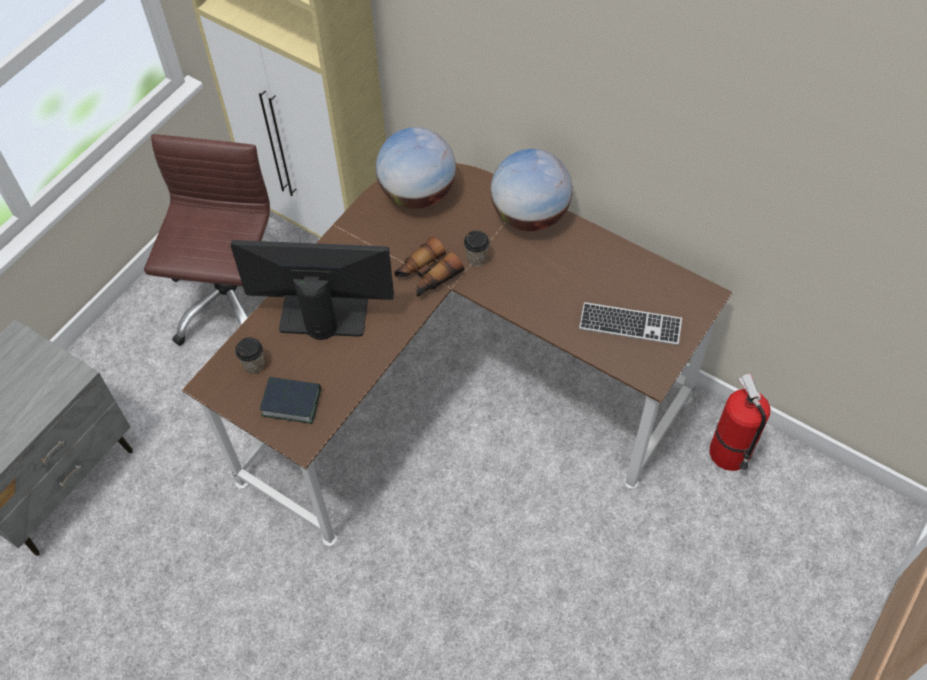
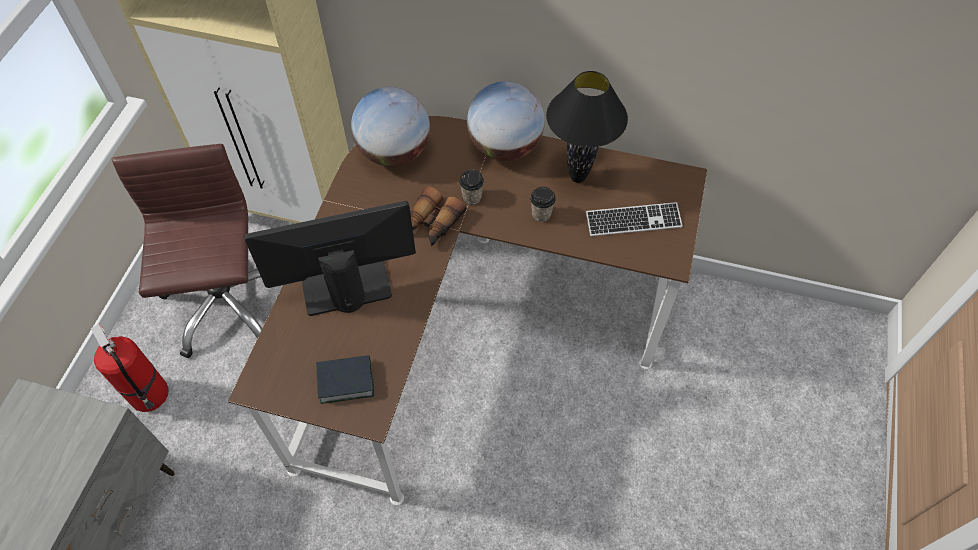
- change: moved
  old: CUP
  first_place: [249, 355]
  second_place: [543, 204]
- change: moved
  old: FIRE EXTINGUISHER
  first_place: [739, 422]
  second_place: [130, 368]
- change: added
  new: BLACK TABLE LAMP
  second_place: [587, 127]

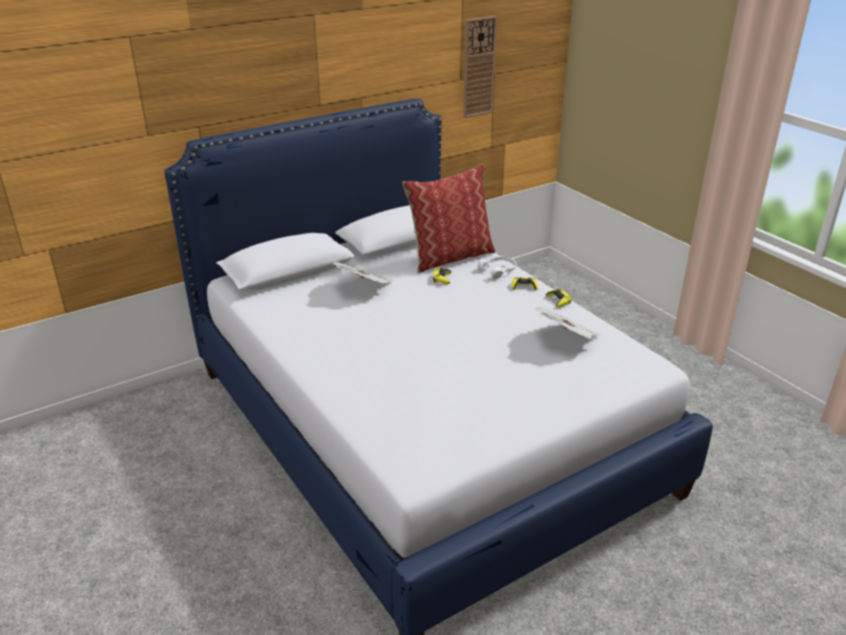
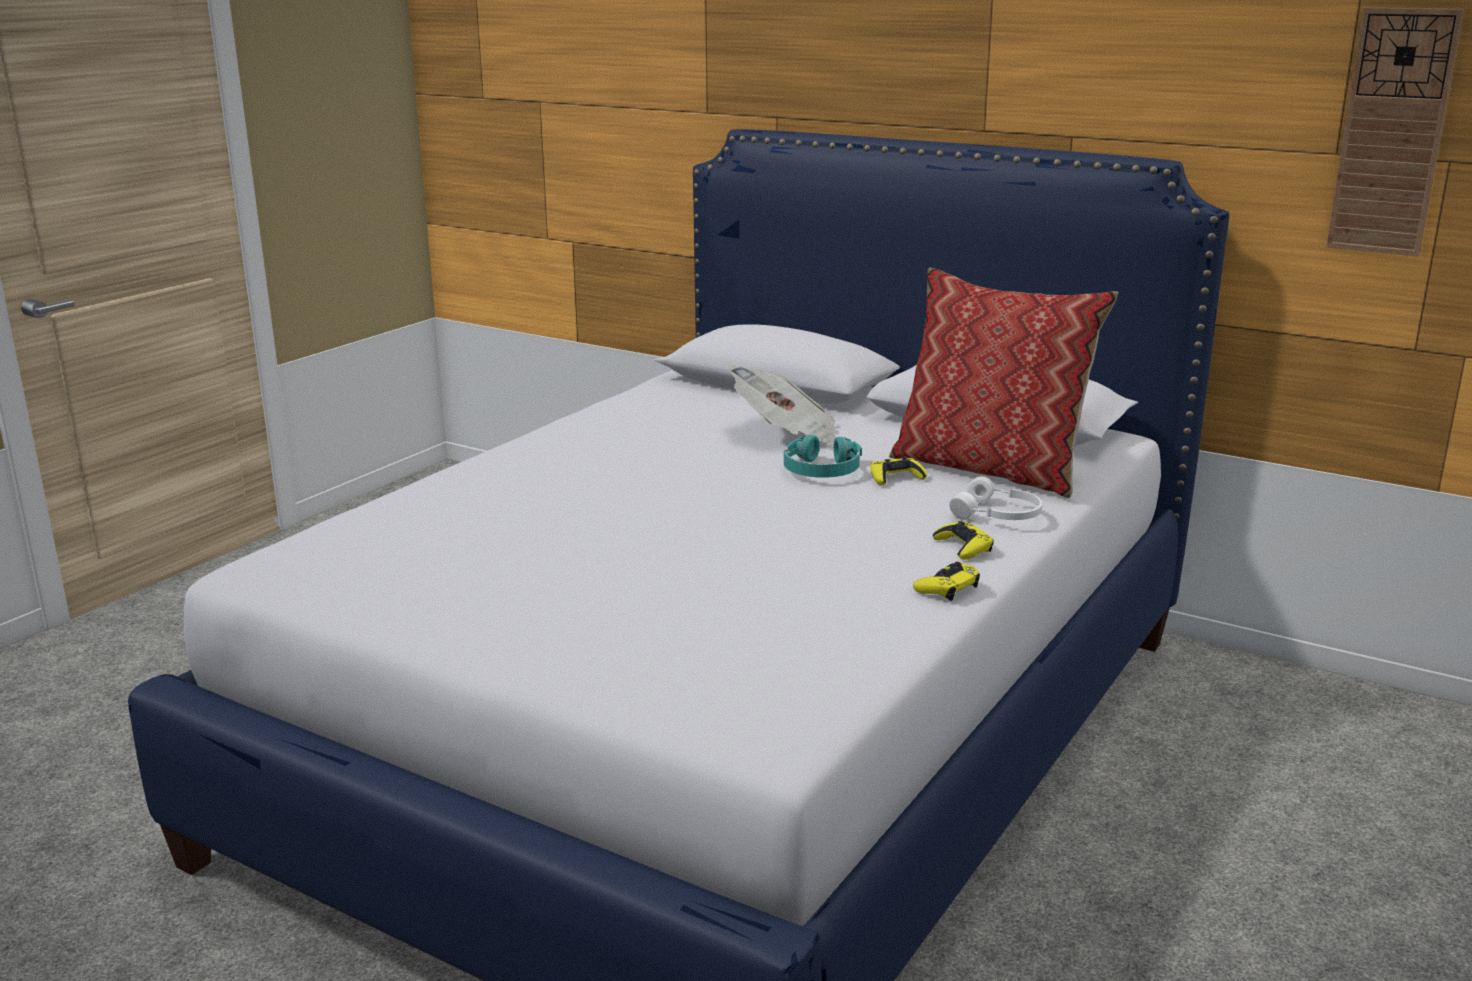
- change: removed
  old: NEWSPAPER
  first_place: [567, 323]
- change: added
  new: TURQUOISE HEADPHONES
  second_place: [823, 456]

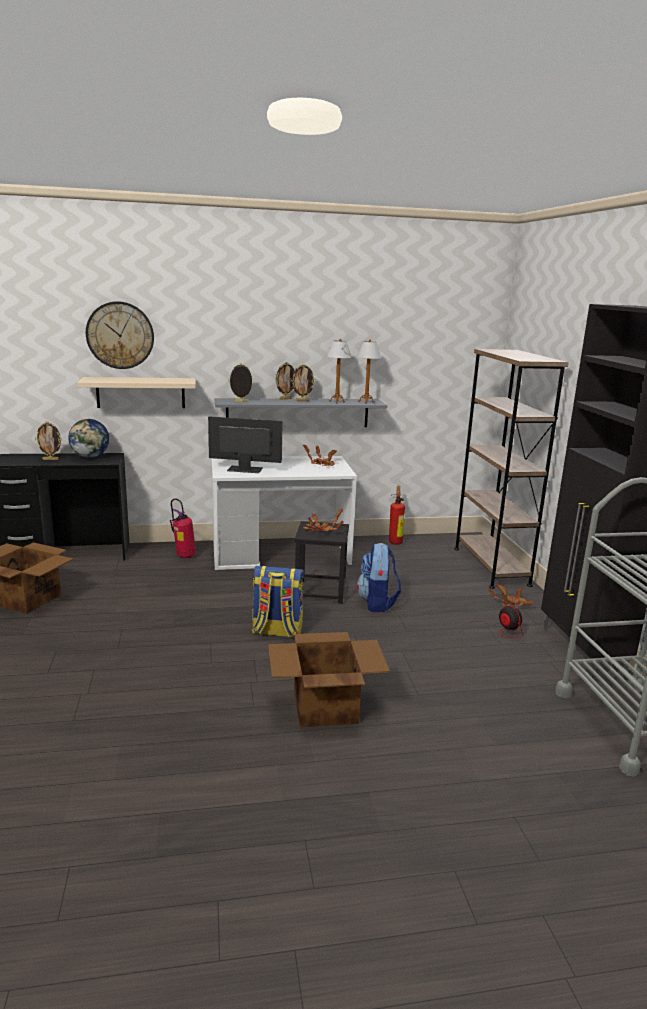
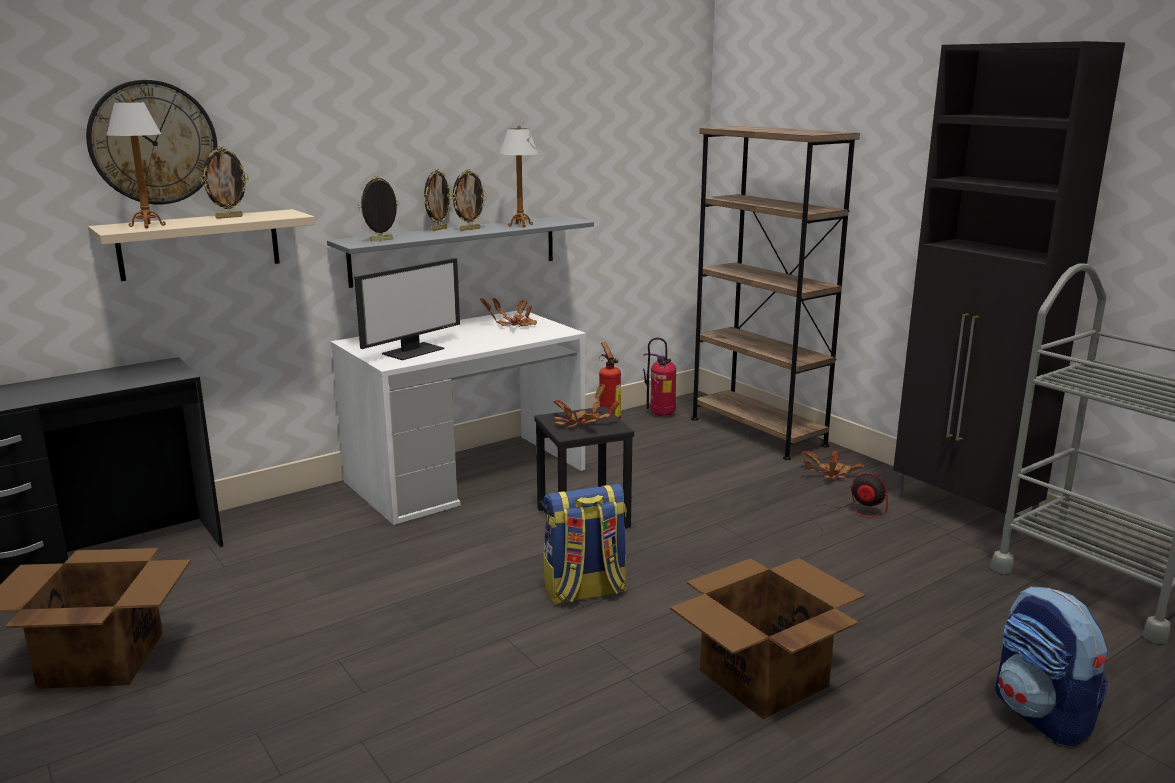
- change: moved
  old: TABLE LAMP
  first_place: [369, 372]
  second_place: [135, 163]
- change: turned
  old: MONITOR
  first_place: [245, 444]
  second_place: [407, 309]
  degrees: 150
- change: removed
  old: GLOBE
  first_place: [88, 438]
- change: moved
  old: PICTURE FRAME
  first_place: [48, 440]
  second_place: [224, 182]
- change: moved
  old: FIRE EXTINGUISHER
  first_place: [183, 528]
  second_place: [659, 376]
- change: moved
  old: BACKPACK
  first_place: [379, 577]
  second_place: [1051, 666]

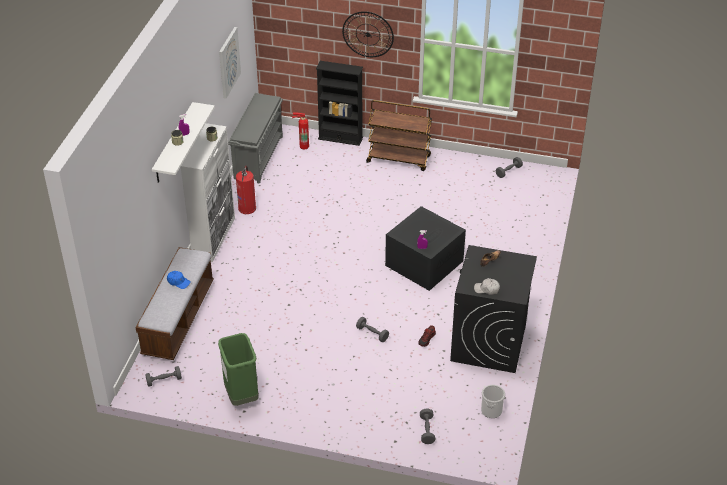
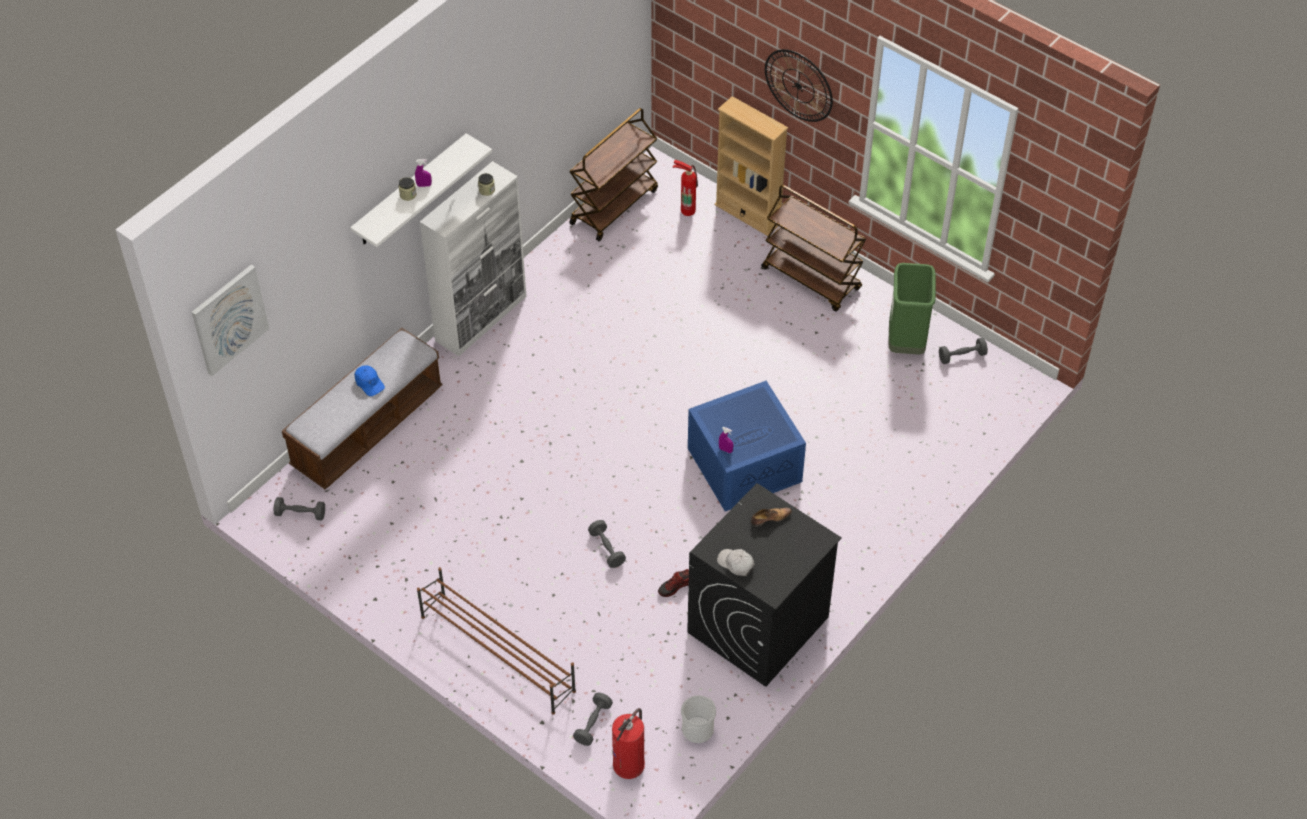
- change: moved
  old: PICTURE
  first_place: [230, 63]
  second_place: [230, 320]
- change: recoloured
  old: BLACK BOOKCASE
  new: BEIGE BOOKCASE
  first_place: [339, 103]
  second_place: [751, 166]
- change: replaced
  old: GREY SHOE RACK
  new: BROWN CART
  first_place: [255, 138]
  second_place: [613, 174]
- change: moved
  old: FIRE EXTINGUISHER
  first_place: [246, 190]
  second_place: [628, 743]
- change: recoloured
  old: BLACK STORAGE BOX
  new: BLUE STORAGE BOX
  first_place: [425, 248]
  second_place: [747, 446]
- change: moved
  old: GREEN TRASH CAN
  first_place: [238, 369]
  second_place: [912, 309]
- change: added
  new: BROWN SHOE RACK
  second_place: [496, 641]

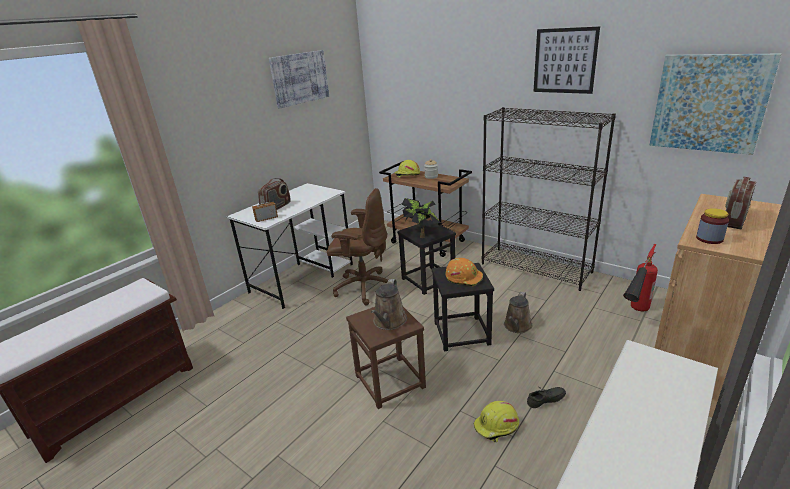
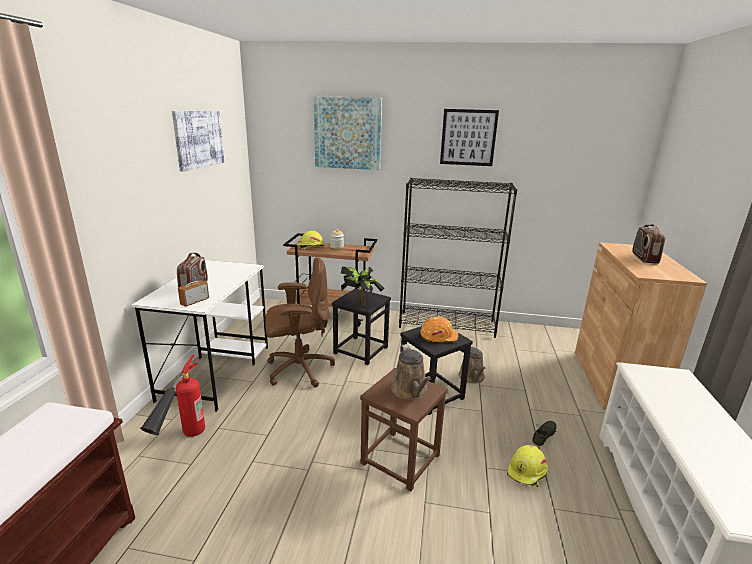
- change: moved
  old: PICTURE
  first_place: [715, 104]
  second_place: [347, 133]
- change: removed
  old: JAR
  first_place: [712, 226]
- change: moved
  old: FIRE EXTINGUISHER
  first_place: [640, 277]
  second_place: [172, 396]

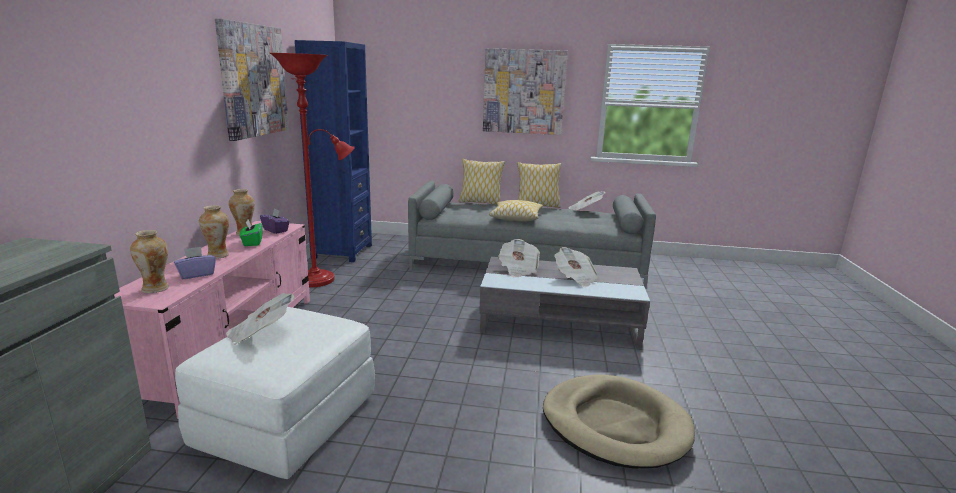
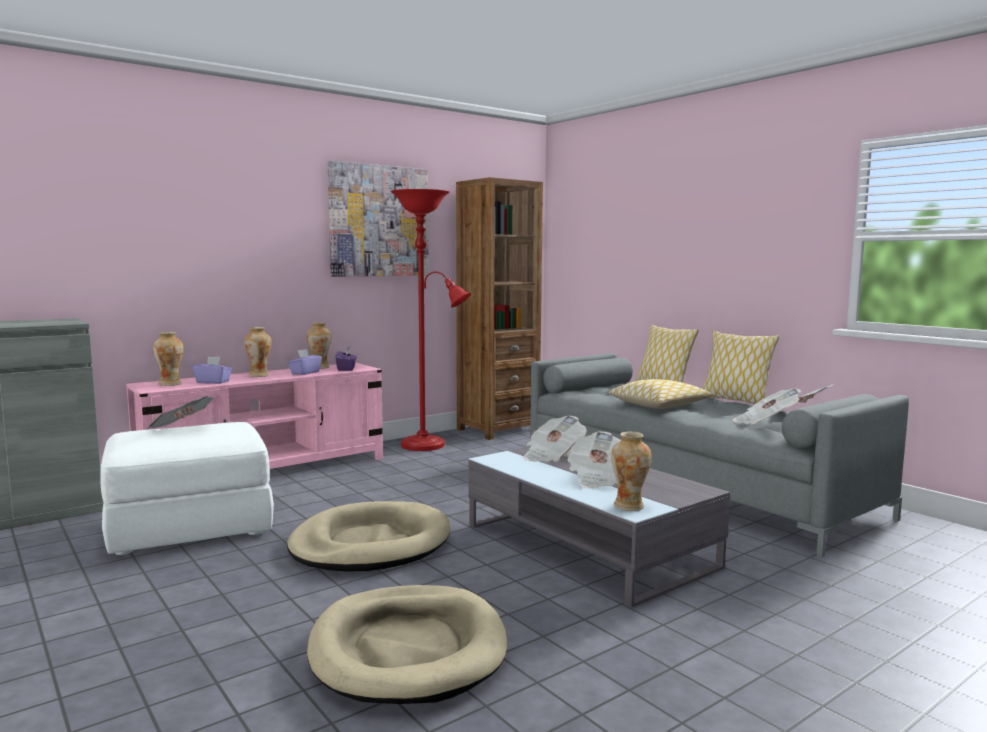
- change: recoloured
  old: BLUE BOOKCASE
  new: BROWN BOOKCASE
  first_place: [333, 151]
  second_place: [499, 308]
- change: removed
  old: PICTURE
  first_place: [525, 91]
- change: recoloured
  old: GREEN TISSUE BOX
  new: PURPLE TISSUE BOX
  first_place: [251, 232]
  second_place: [305, 362]
- change: added
  new: NEWSPAPER
  second_place: [766, 407]
- change: added
  new: VASE
  second_place: [631, 471]
- change: added
  new: BEIGE DOG BED
  second_place: [369, 536]

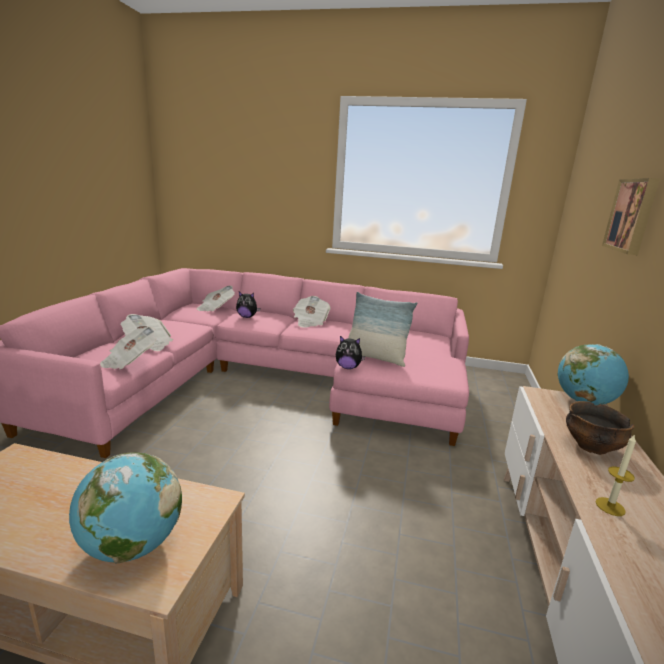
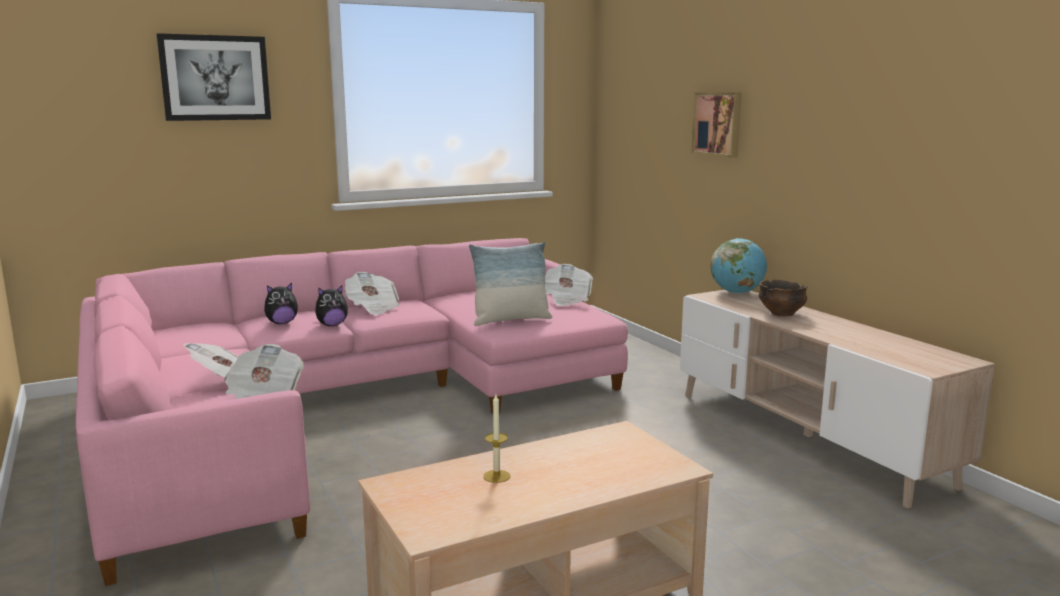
- change: moved
  old: NEWSPAPER
  first_place: [216, 298]
  second_place: [569, 285]
- change: moved
  old: PLUSH TOY
  first_place: [350, 352]
  second_place: [331, 306]
- change: moved
  old: CANDLE
  first_place: [616, 475]
  second_place: [496, 439]
- change: removed
  old: GLOBE
  first_place: [125, 508]
- change: added
  new: PICTURE
  second_place: [214, 77]

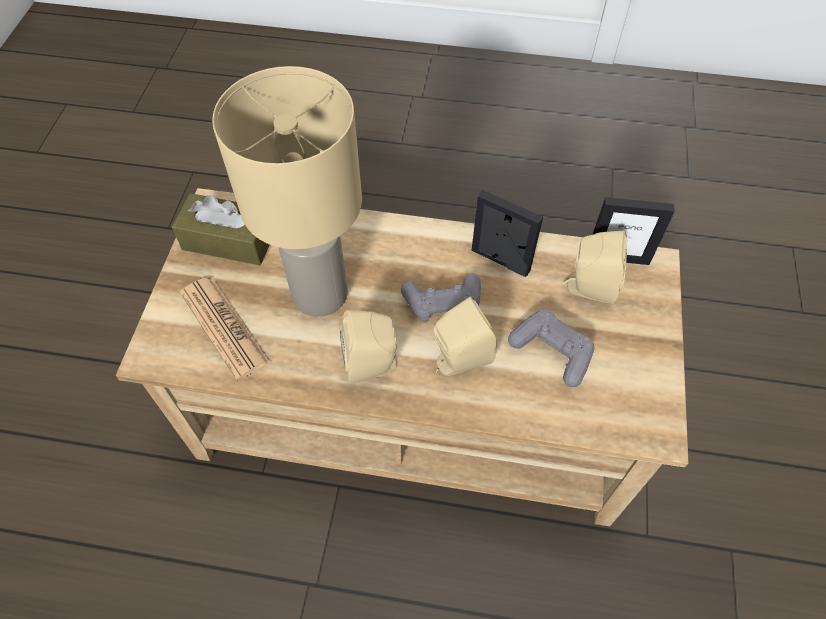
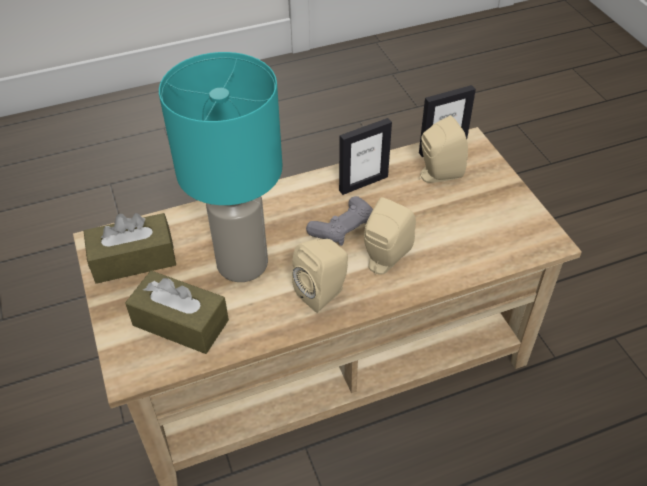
- change: recoloured
  old: BEIGE TABLE LAMP
  new: TURQUOISE TABLE LAMP
  first_place: [287, 191]
  second_place: [220, 167]
- change: turned
  old: PICTURE FRAME
  first_place: [507, 233]
  second_place: [365, 156]
  degrees: 150
- change: replaced
  old: NEWSPAPER
  new: BROWN TISSUE BOX
  first_place: [225, 329]
  second_place: [177, 312]
- change: removed
  old: GREY GAME CONTROLLER
  first_place: [551, 348]

